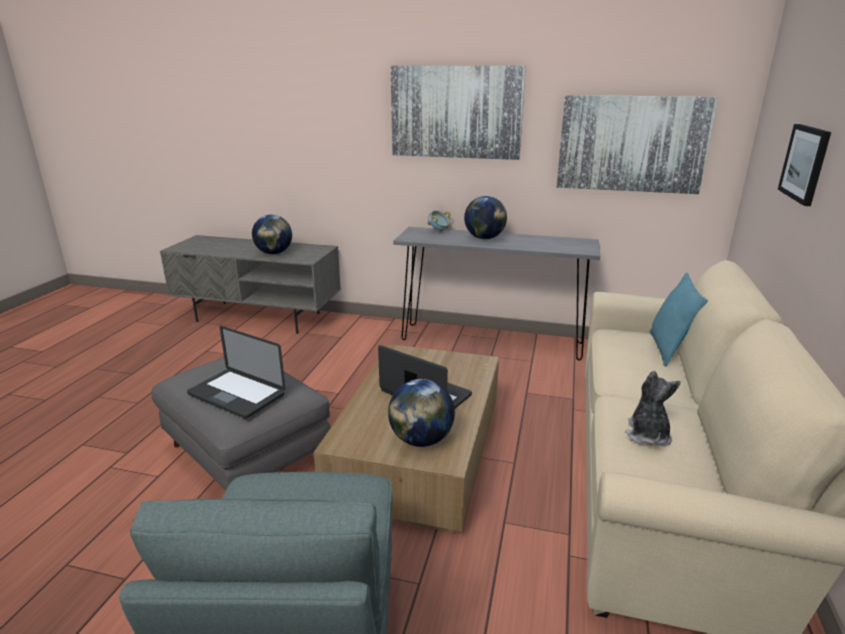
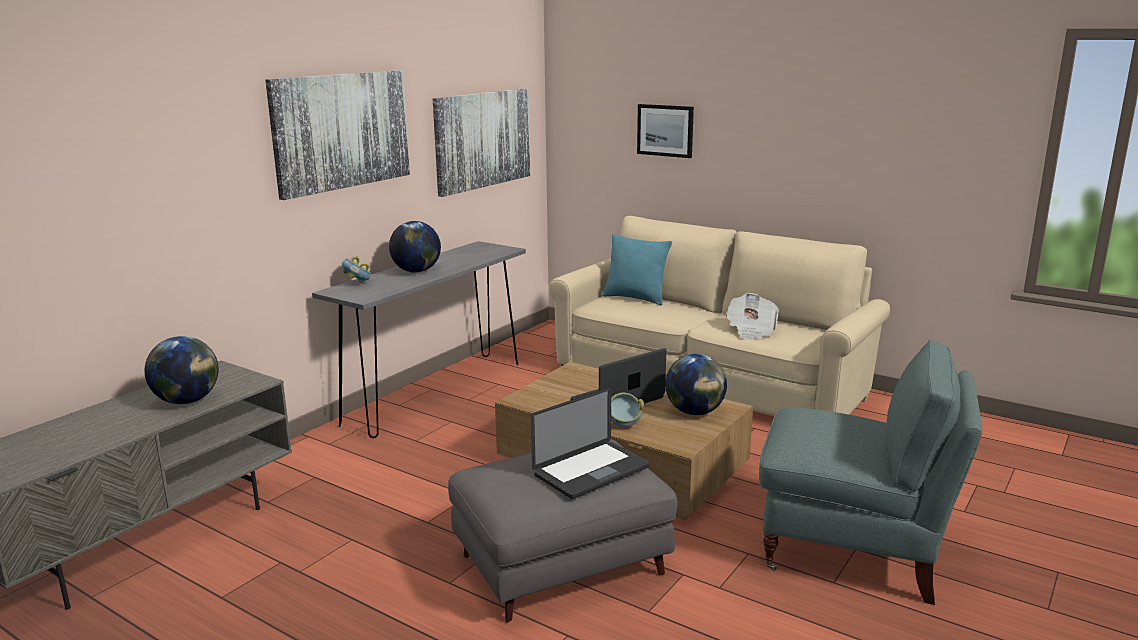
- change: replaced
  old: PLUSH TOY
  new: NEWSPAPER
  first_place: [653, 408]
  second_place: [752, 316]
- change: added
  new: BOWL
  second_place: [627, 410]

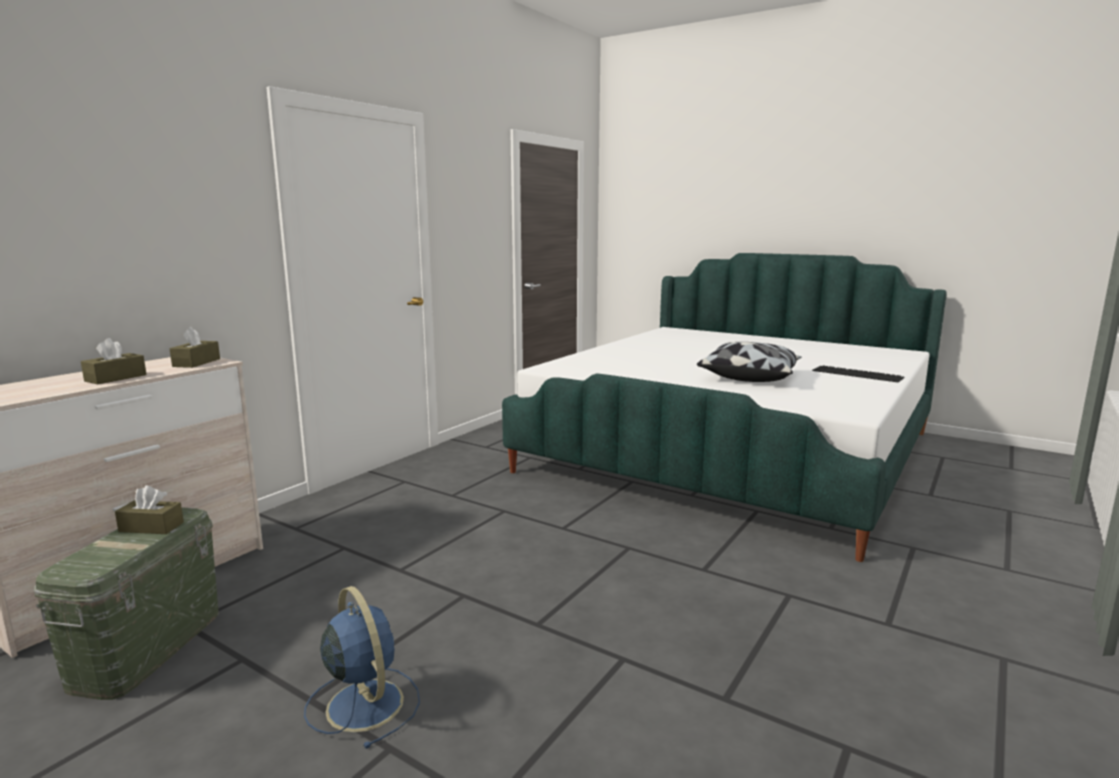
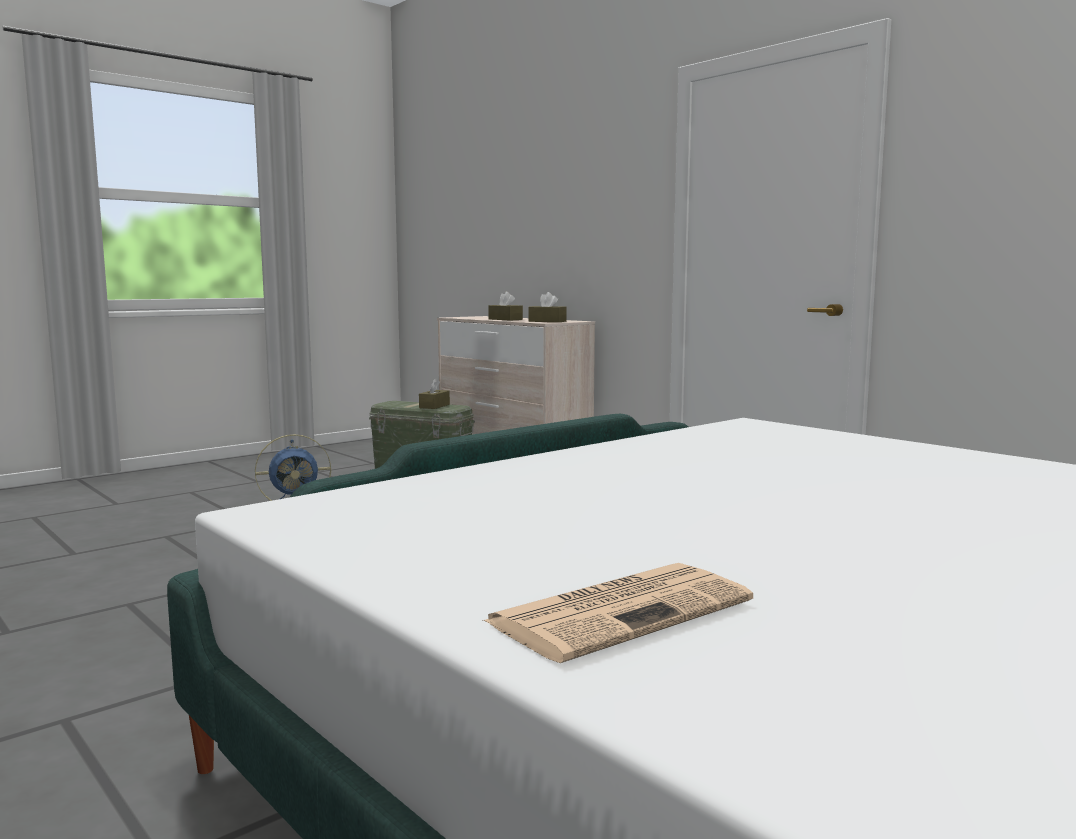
- change: removed
  old: PILLOW
  first_place: [749, 362]
- change: replaced
  old: KEYBOARD
  new: NEWSPAPER
  first_place: [858, 373]
  second_place: [617, 613]

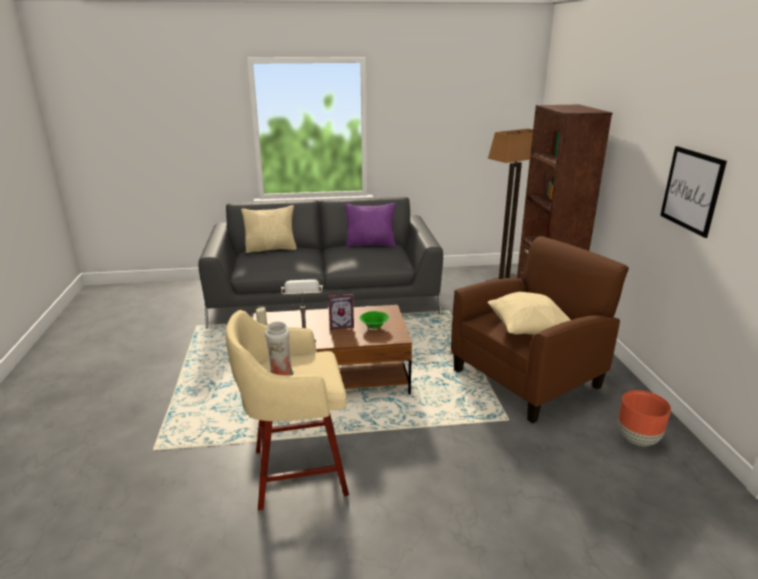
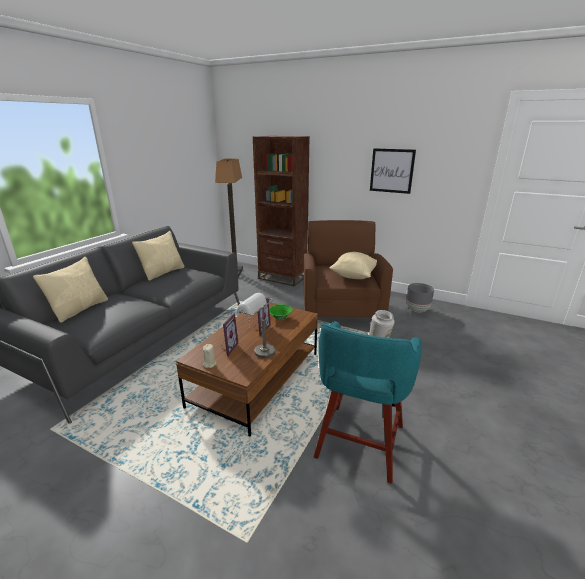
- change: recoloured
  old: PURPLE PILLOW
  new: BEIGE PILLOW
  first_place: [370, 225]
  second_place: [158, 256]
- change: recoloured
  old: BEIGE STOOL
  new: TURQUOISE STOOL
  first_place: [287, 410]
  second_place: [368, 402]
- change: recoloured
  old: BROWN PLANTER
  new: GREY PLANTER
  first_place: [644, 418]
  second_place: [420, 297]
- change: added
  new: PICTURE FRAME
  second_place: [230, 334]

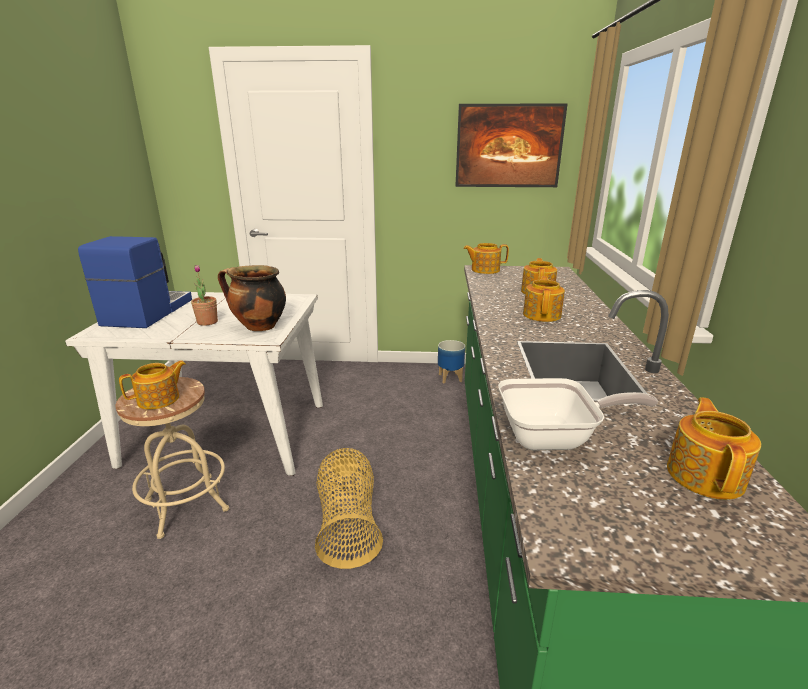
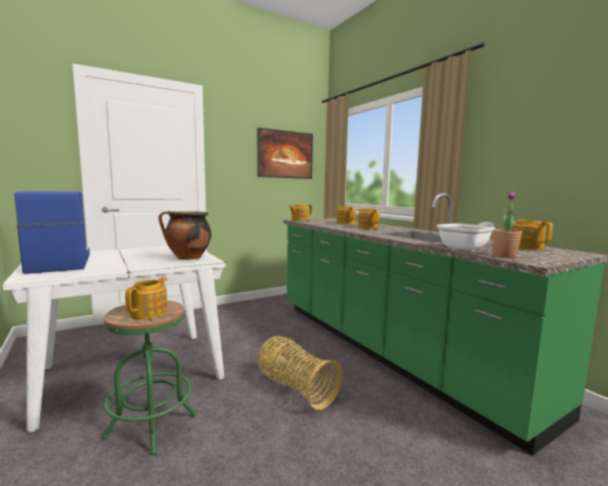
- change: moved
  old: POTTED PLANT
  first_place: [204, 295]
  second_place: [507, 225]
- change: removed
  old: PLANTER
  first_place: [451, 361]
- change: recoloured
  old: BEIGE STOOL
  new: GREEN STOOL
  first_place: [172, 458]
  second_place: [149, 378]

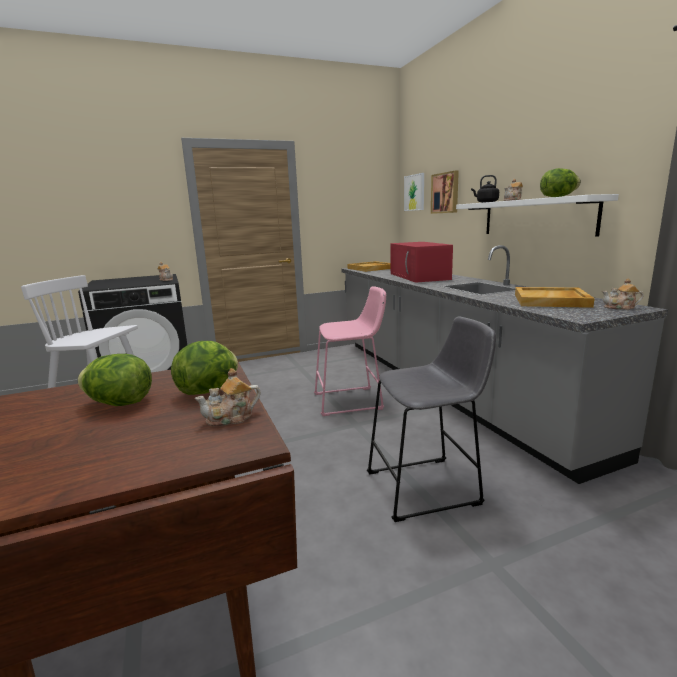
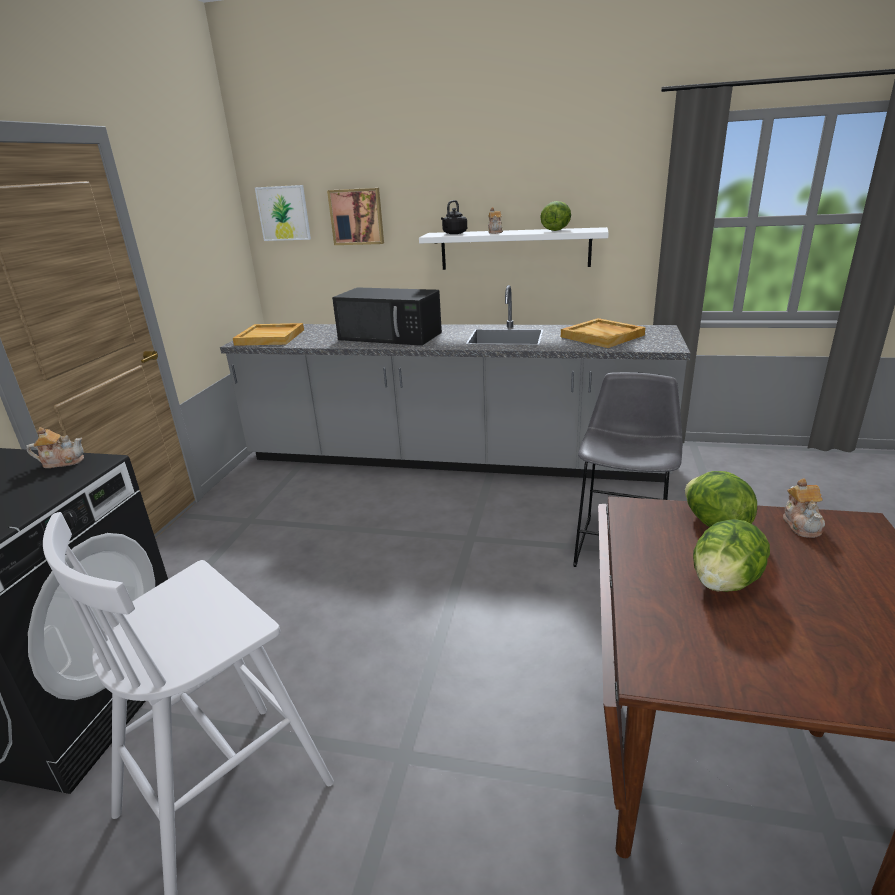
- change: recoloured
  old: RED MICROWAVE
  new: BLACK MICROWAVE
  first_place: [421, 262]
  second_place: [387, 316]
- change: removed
  old: TEAPOT
  first_place: [623, 294]
- change: removed
  old: PINK STOOL
  first_place: [350, 351]

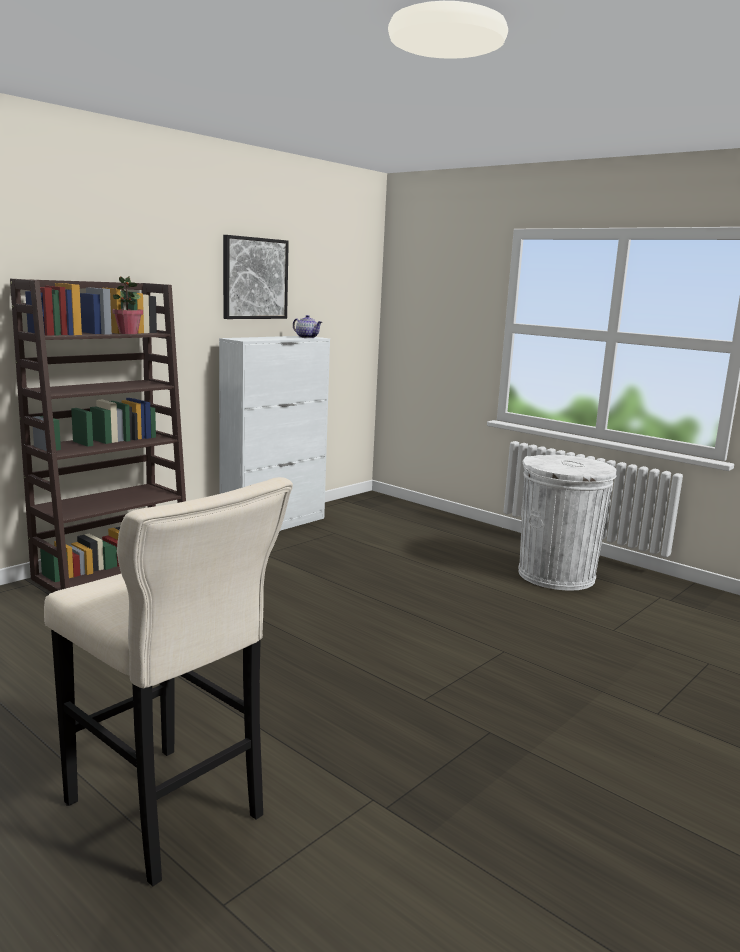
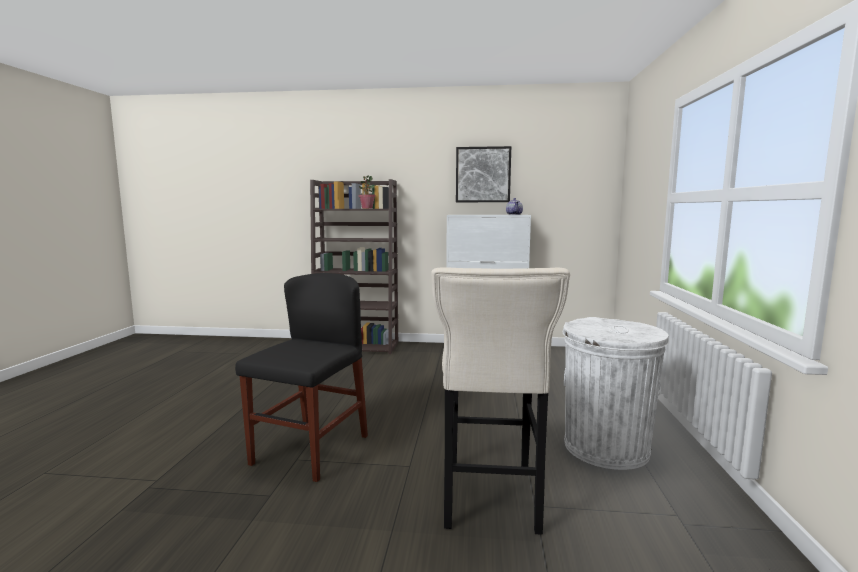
- change: moved
  old: BEIGE STOOL
  first_place: [168, 682]
  second_place: [500, 401]
- change: added
  new: BLACK CHAIR
  second_place: [301, 377]

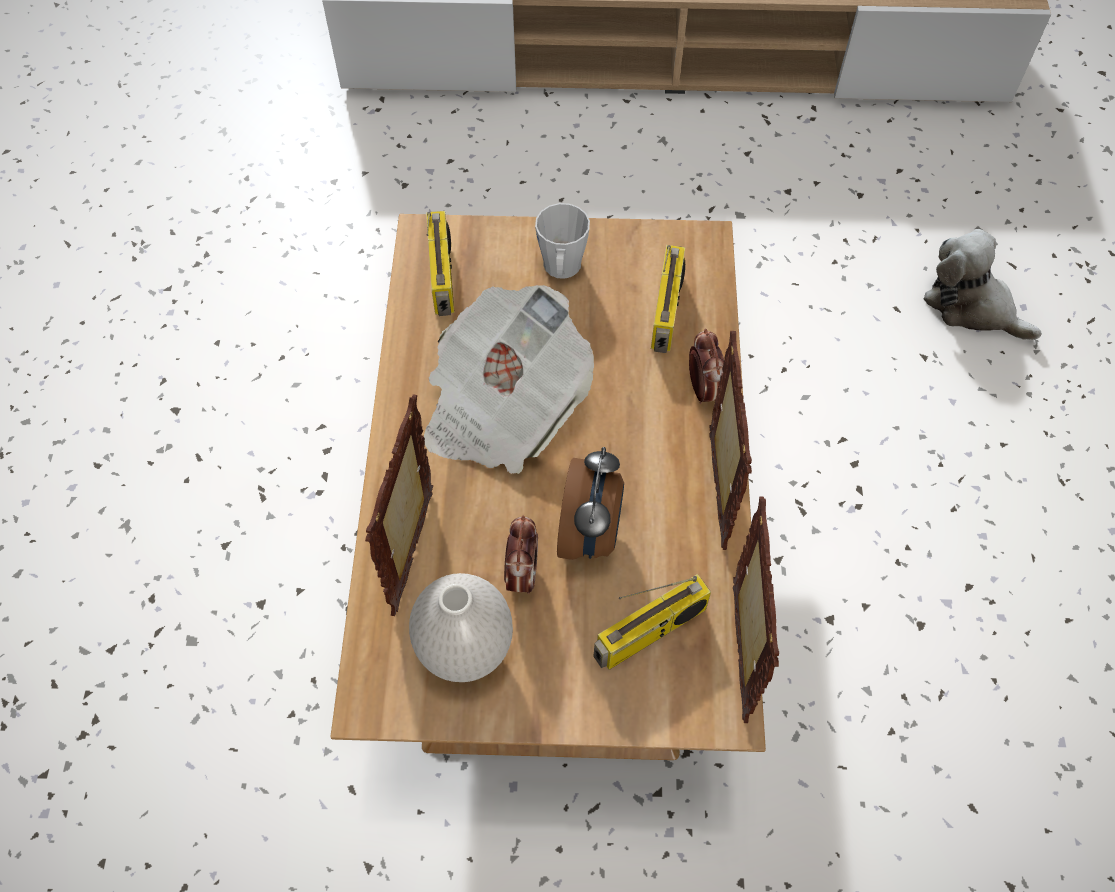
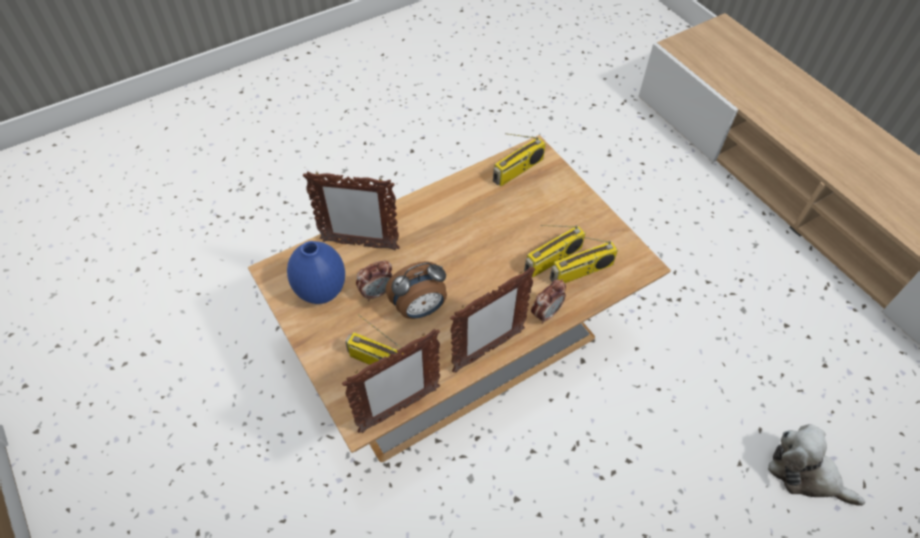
- change: removed
  old: GREY MUG
  first_place: [562, 241]
- change: turned
  old: PLUSH TOY
  first_place: [982, 284]
  second_place: [816, 465]
  degrees: -60
- change: removed
  old: NEWSPAPER
  first_place: [509, 379]
- change: turned
  old: PICTURE FRAME
  first_place: [399, 505]
  second_place: [351, 210]
  degrees: -150
- change: recoloured
  old: WHITE VASE
  new: BLUE VASE
  first_place: [461, 627]
  second_place: [316, 272]
- change: added
  new: RADIO
  second_place: [555, 251]

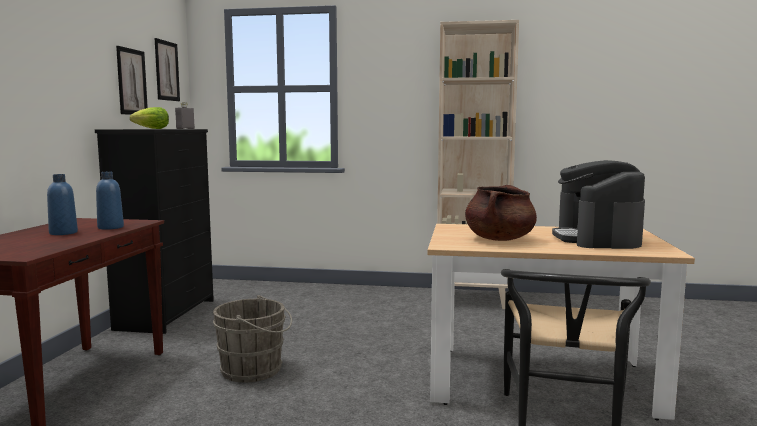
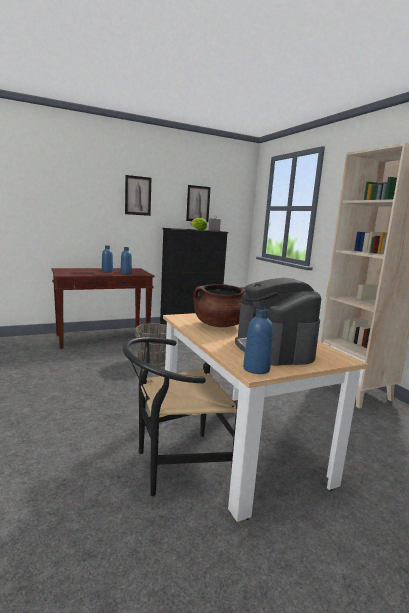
- change: moved
  old: PICTURE
  first_place: [167, 69]
  second_place: [138, 195]
- change: turned
  old: COFFEE MACHINE
  first_place: [598, 204]
  second_place: [278, 322]
  degrees: -75
- change: added
  new: BLUE BOTTLE
  second_place: [258, 341]

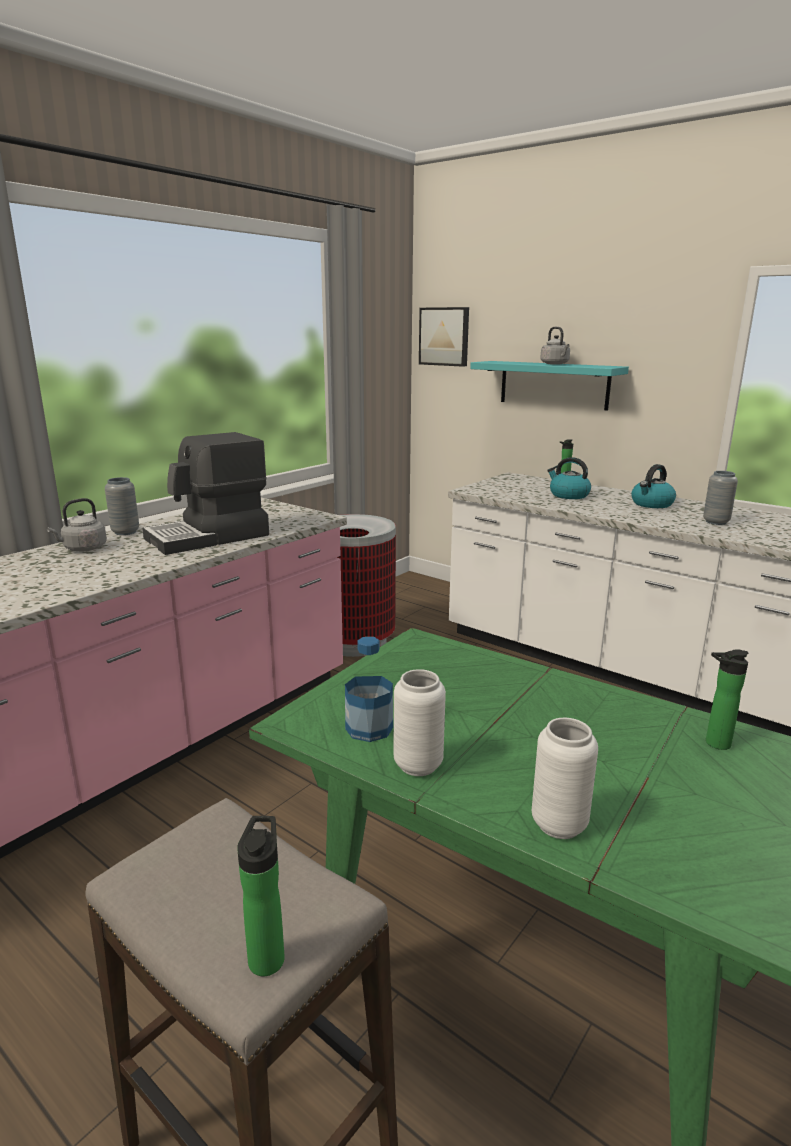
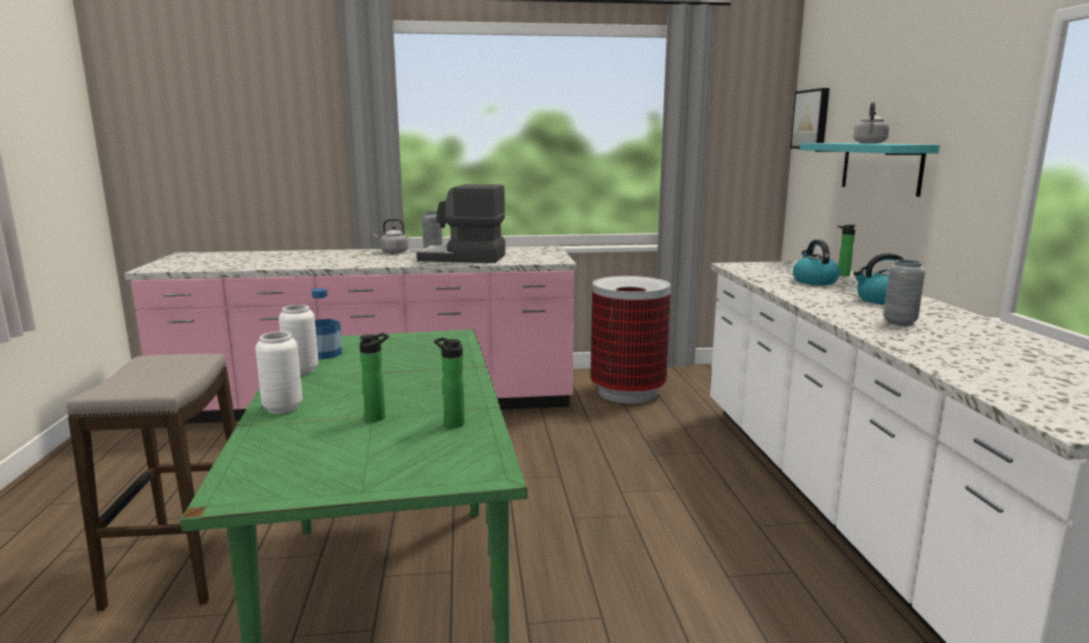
- change: moved
  old: BOTTLE
  first_place: [261, 896]
  second_place: [374, 377]

